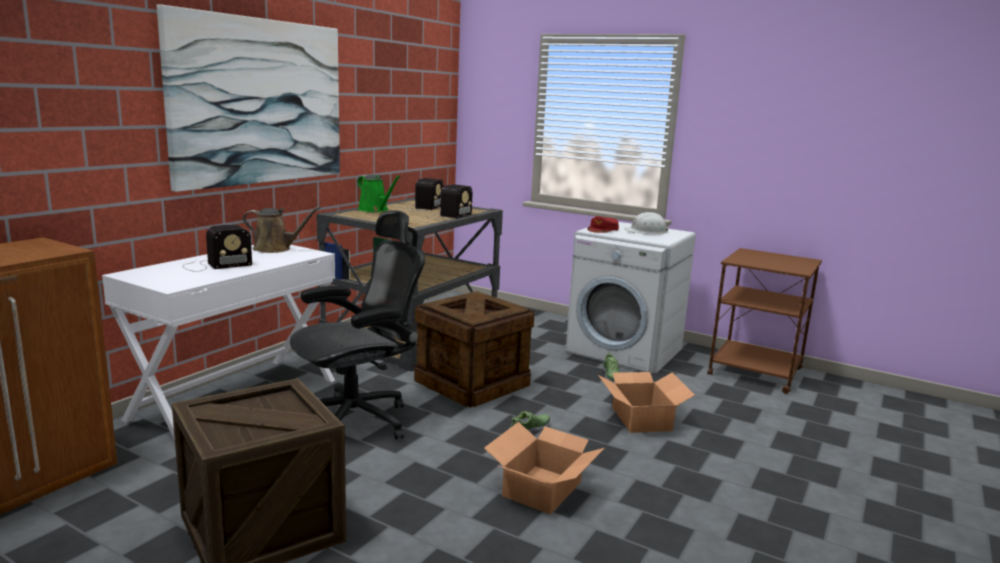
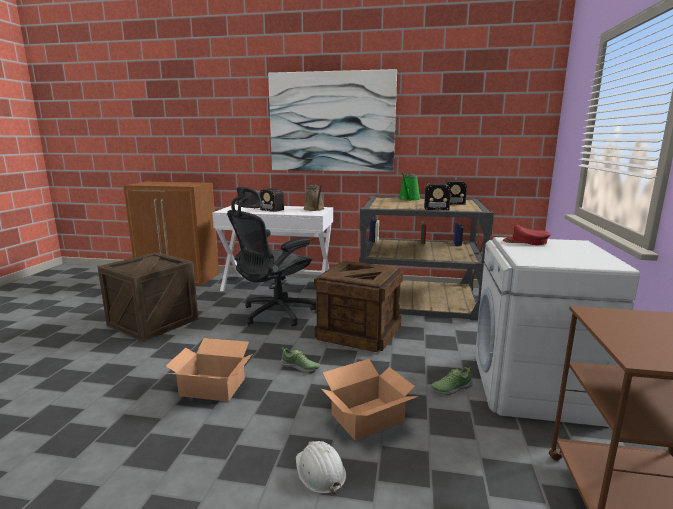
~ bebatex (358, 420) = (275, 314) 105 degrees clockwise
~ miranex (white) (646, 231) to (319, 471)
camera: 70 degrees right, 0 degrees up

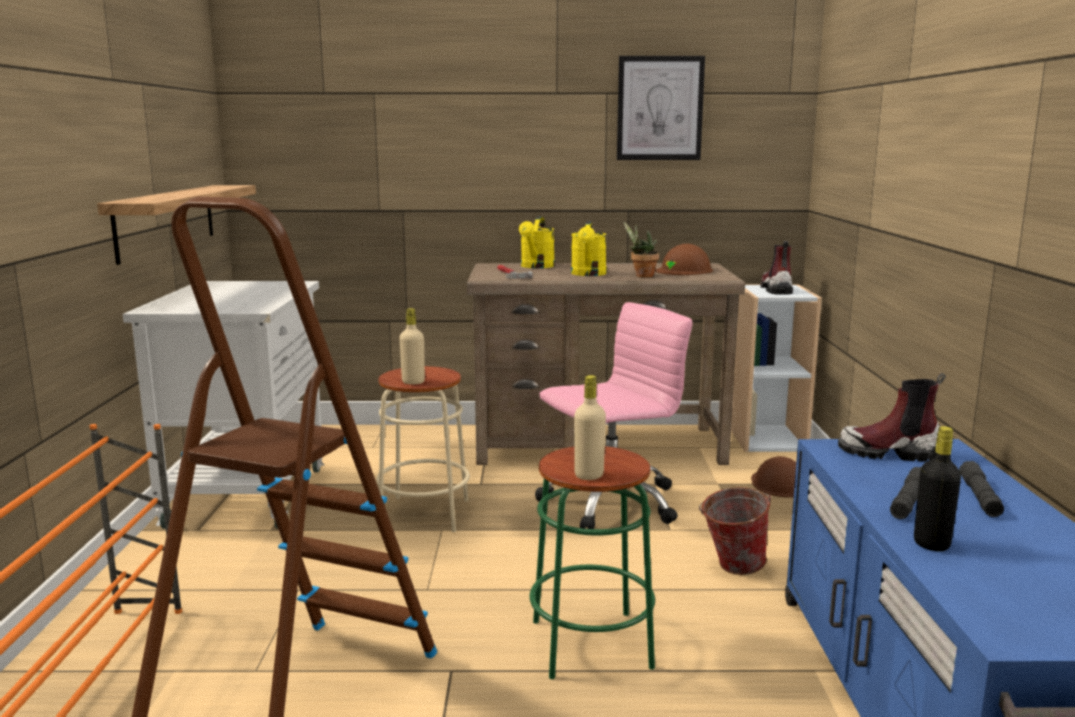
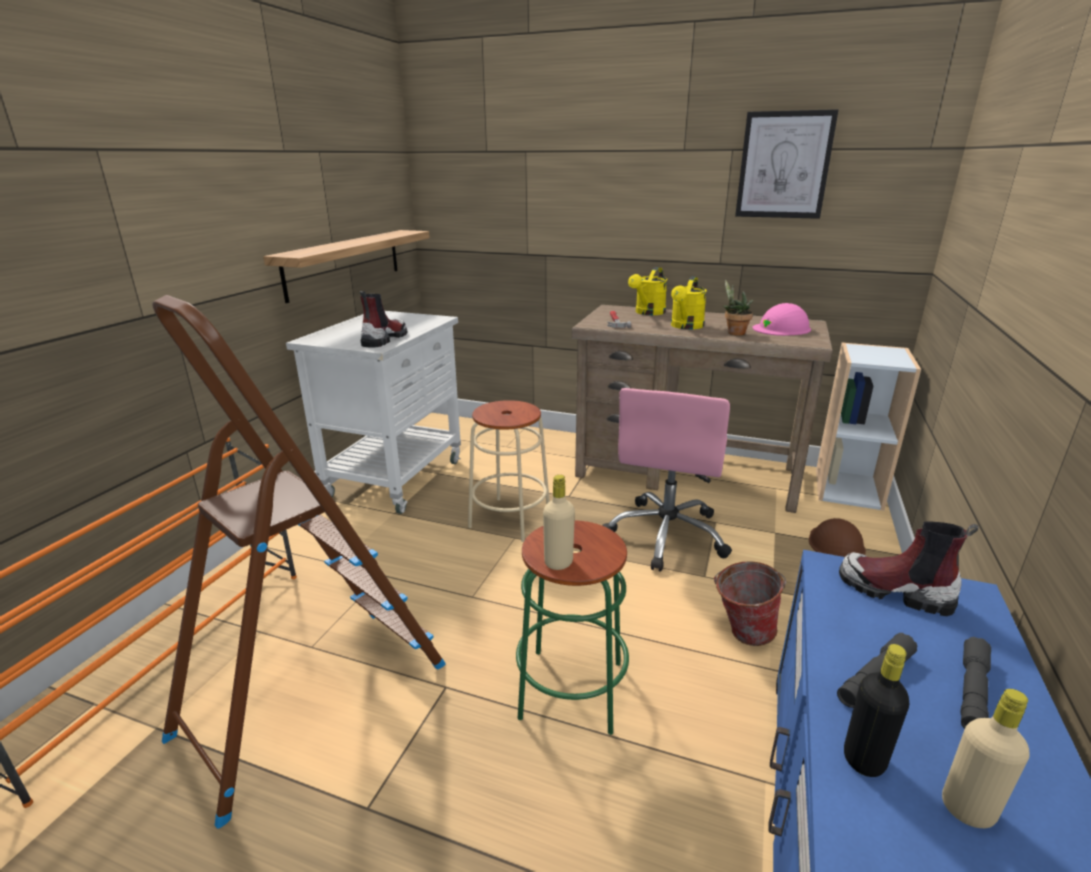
~ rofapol (775, 289) to (384, 339)
~ bebatex (pink) (610, 502) = (666, 535) 120 degrees clockwise
~ miranex (brown) (684, 270) to miranex (pink) (782, 328)
~ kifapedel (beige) (413, 382) to (967, 809)
camera: 20 degrees right, 10 degrees up

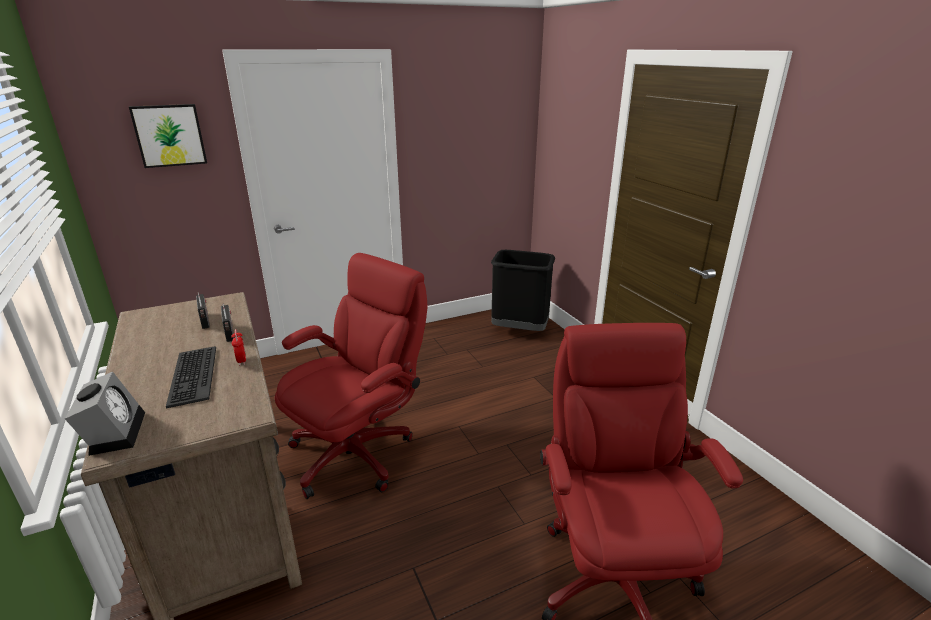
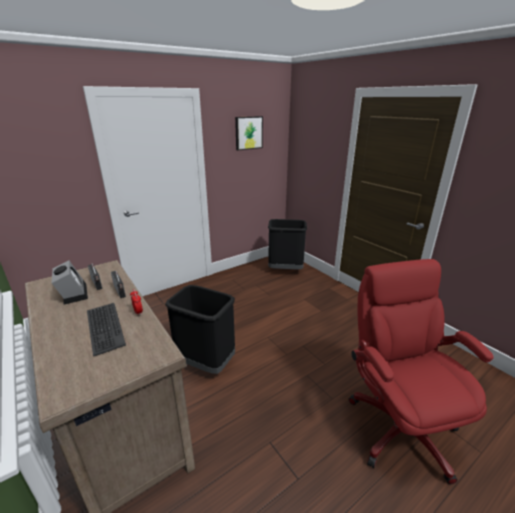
~ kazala (114, 432) to (73, 293)
~ bebatex (red) (359, 451) to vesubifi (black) (206, 363)
~ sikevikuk (169, 135) to (248, 133)
camera: 10 degrees left, 0 degrees up

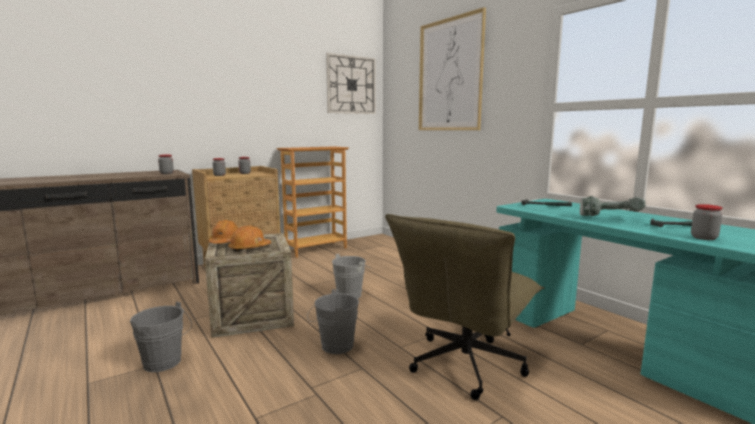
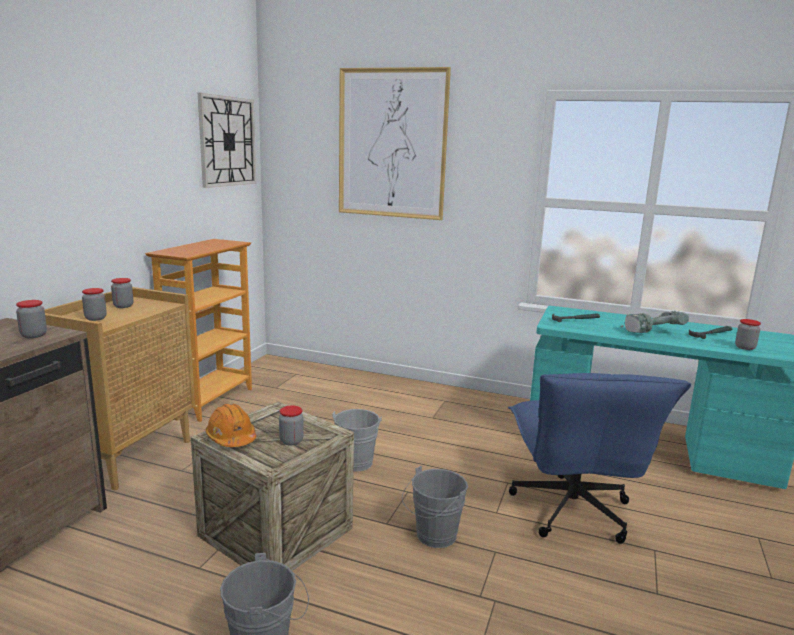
~ miranex (orange) (249, 248) to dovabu (291, 441)
~ bebatex (beige) (466, 363) to bebatex (blue) (570, 508)
camera: 35 degrees left, 5 degrees up

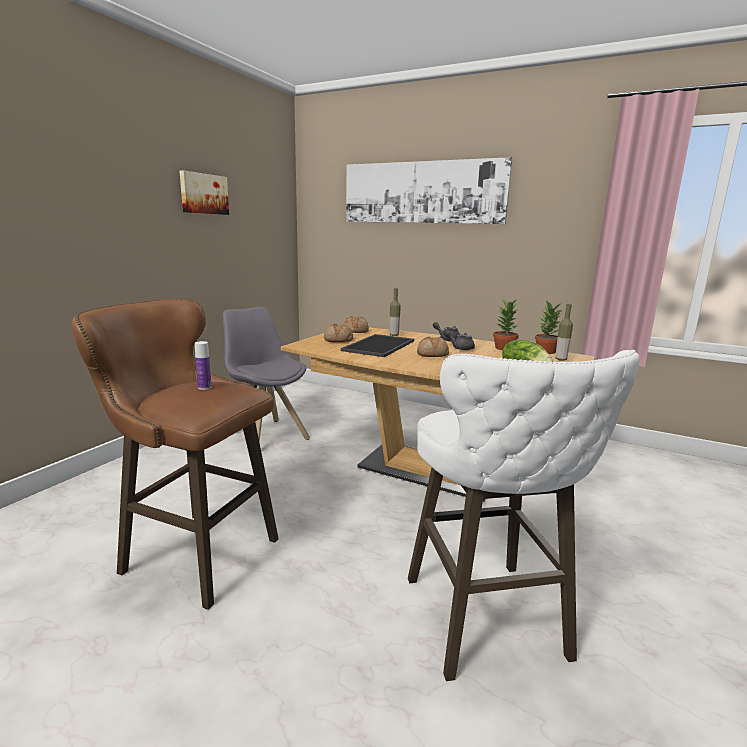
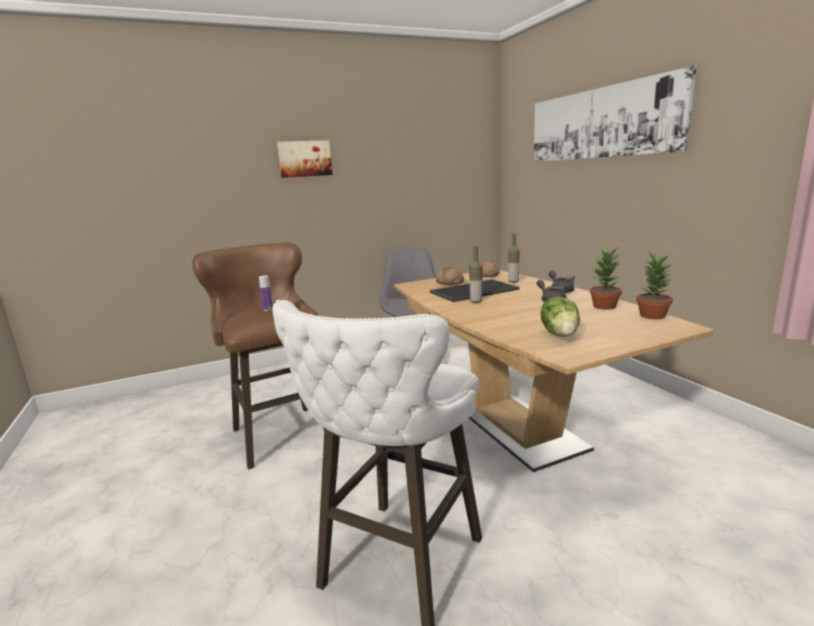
~ sikevikuk (203, 194) to (304, 159)
~ kifapedel (561, 359) to (476, 301)
- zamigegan (432, 354)
camera: 40 degrees right, 0 degrees up

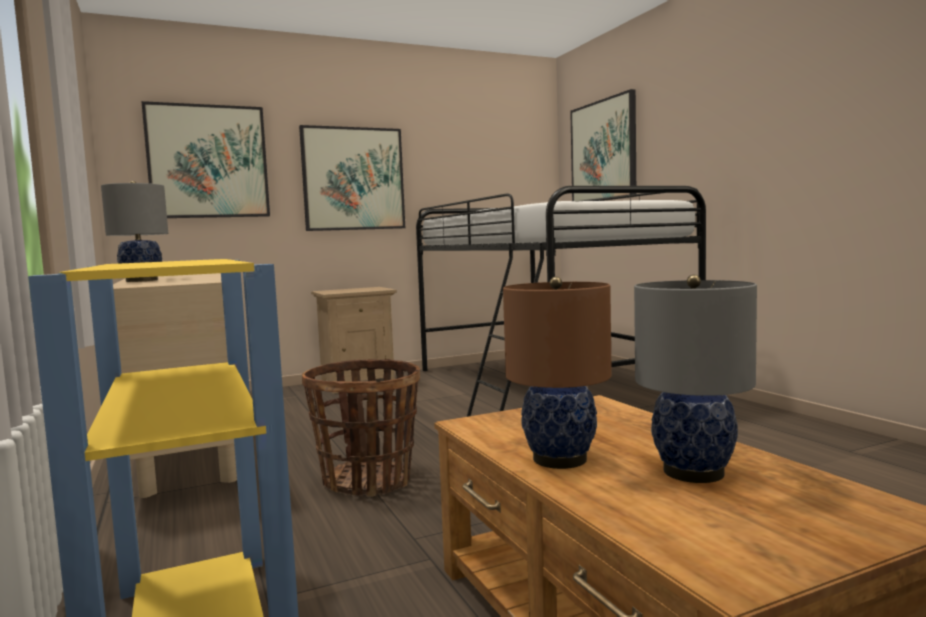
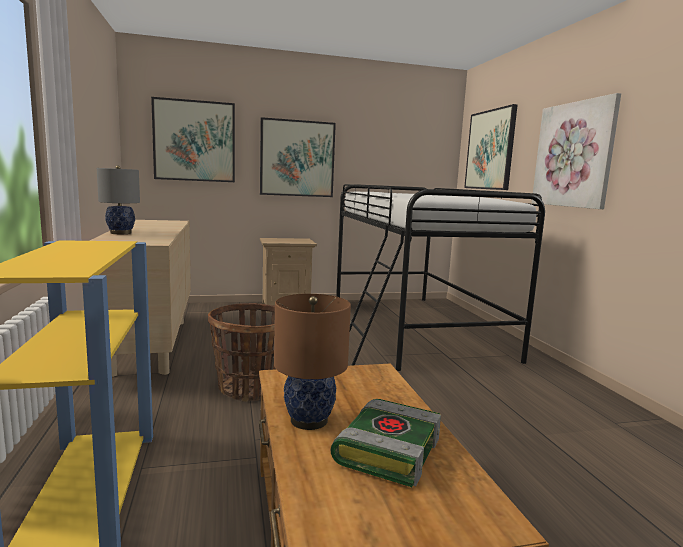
~ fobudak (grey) (693, 472) to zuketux (387, 449)
+ sikevikuk (573, 155)
camera: 10 degrees right, 5 degrees up

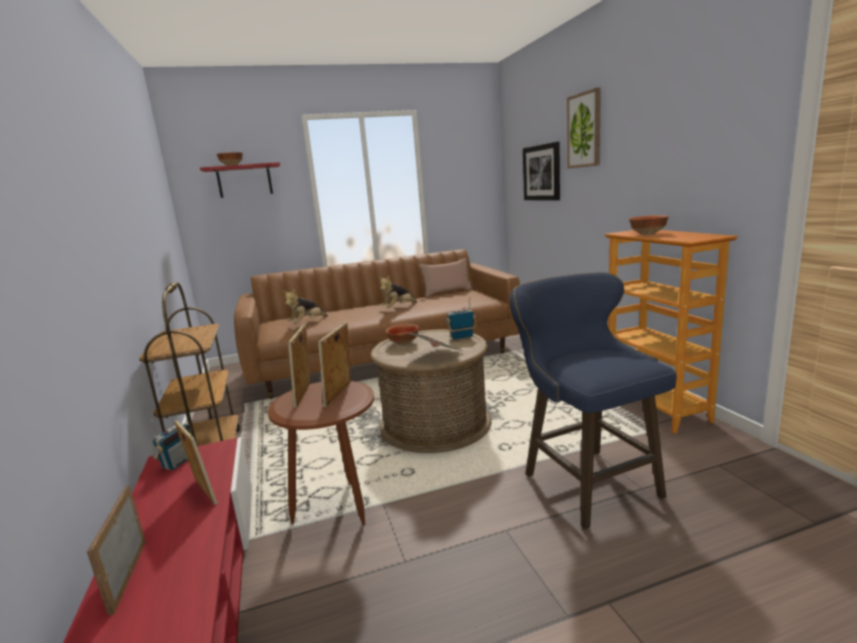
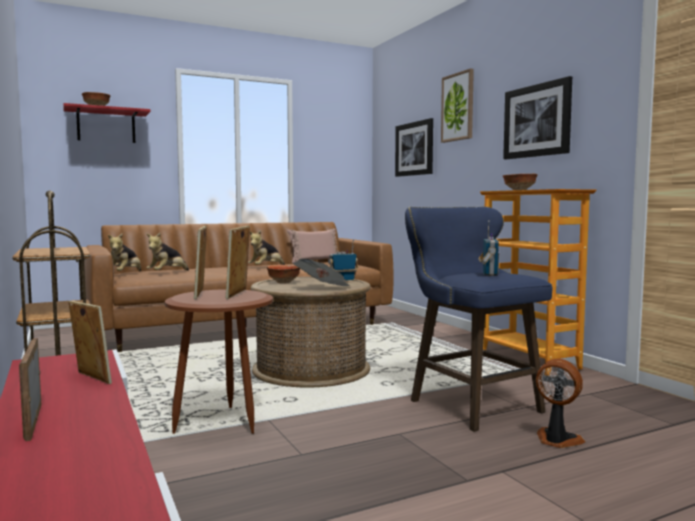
+ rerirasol (125, 274)
~ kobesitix (178, 462) to (489, 274)
+ sikevikuk (537, 121)
+ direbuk (557, 440)
camera: 10 degrees left, 10 degrees down

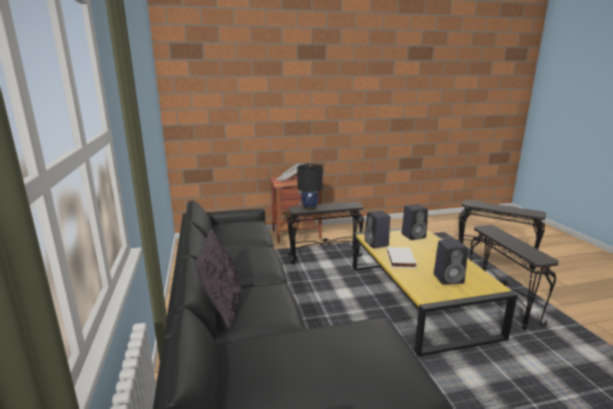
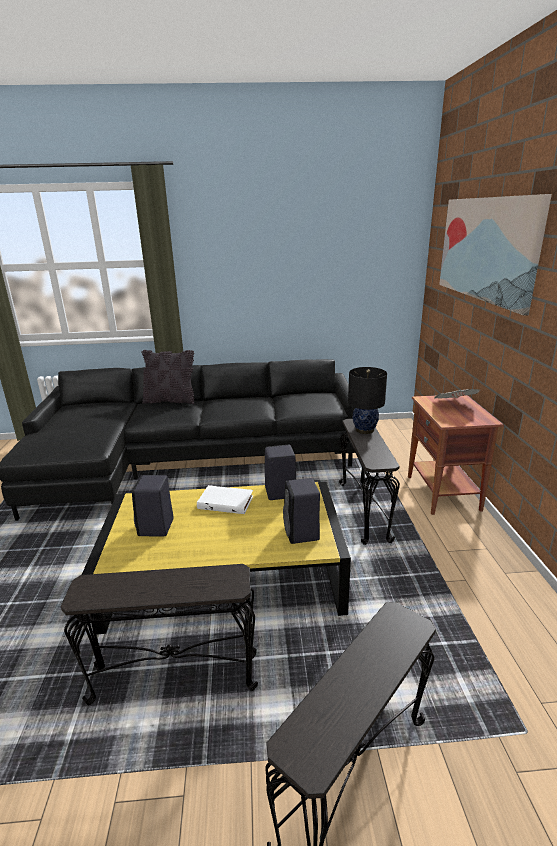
+ sikevikuk (485, 249)
camera: 100 degrees right, 5 degrees up

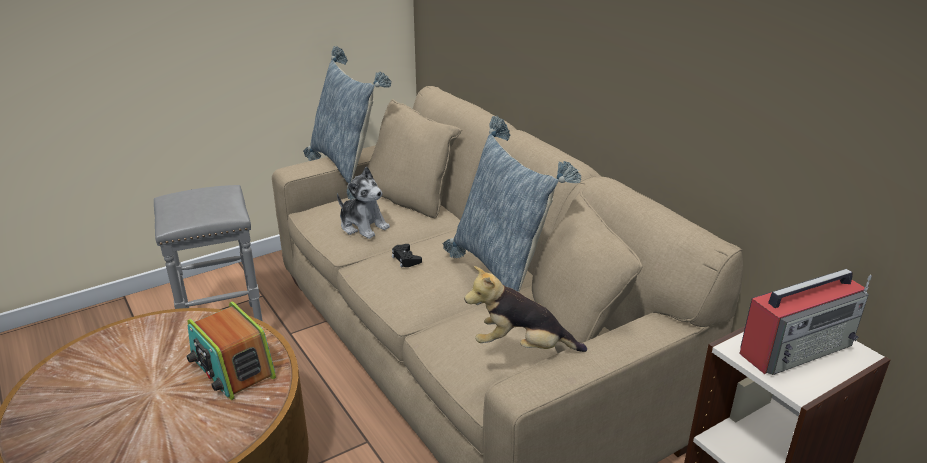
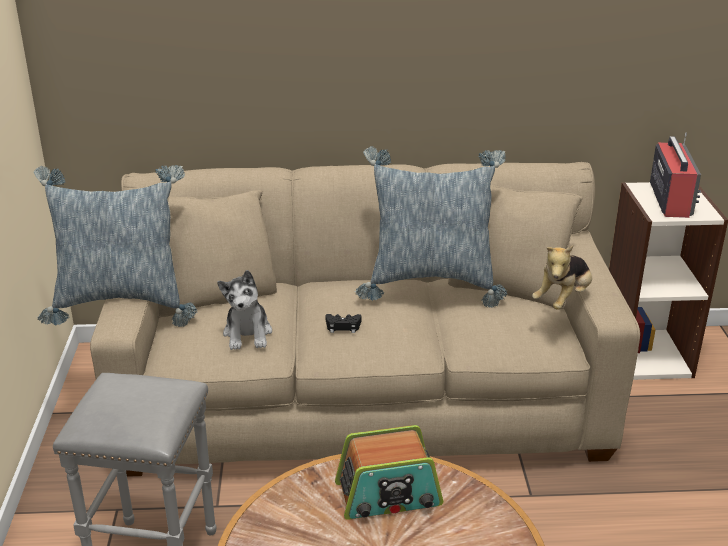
~ rerirasol (363, 226) = (248, 334) 105 degrees clockwise
camera: 60 degrees left, 0 degrees up

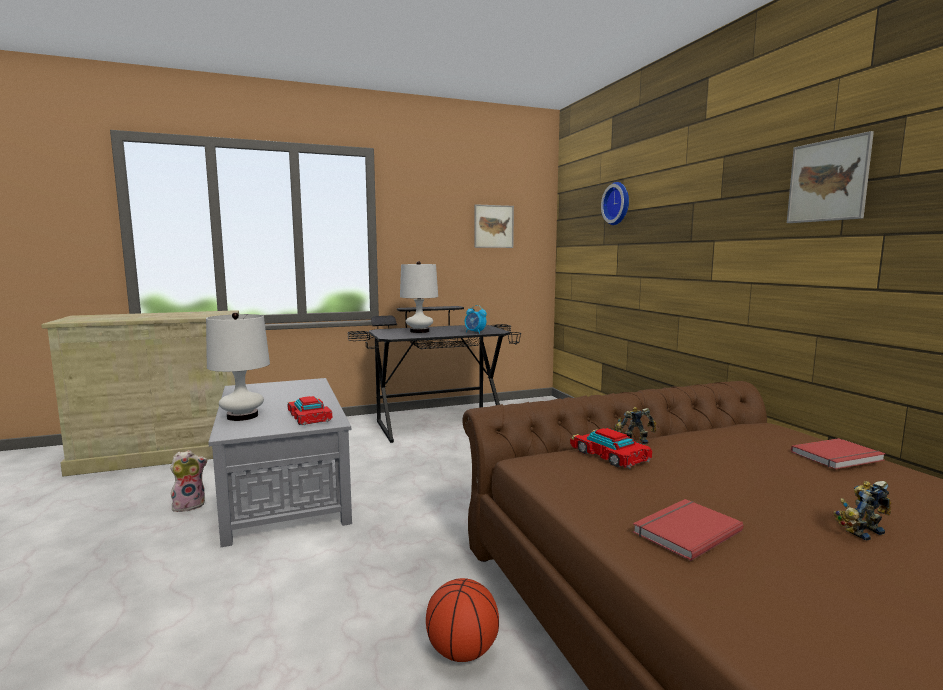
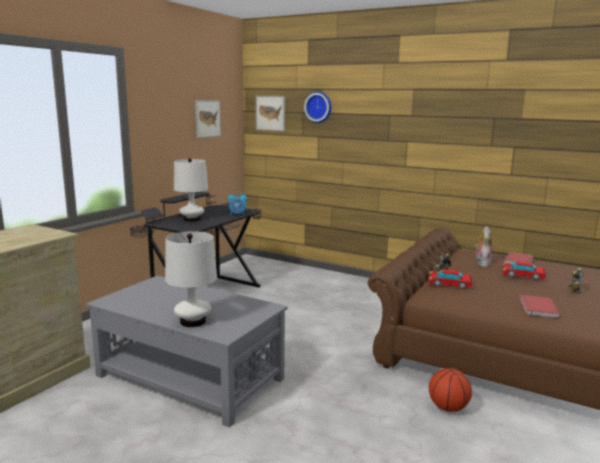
~ sikevikuk (828, 181) to (270, 113)
~ rerirasol (190, 505) to (482, 264)
~ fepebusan (309, 417) to (522, 275)
camera: 40 degrees left, 5 degrees up

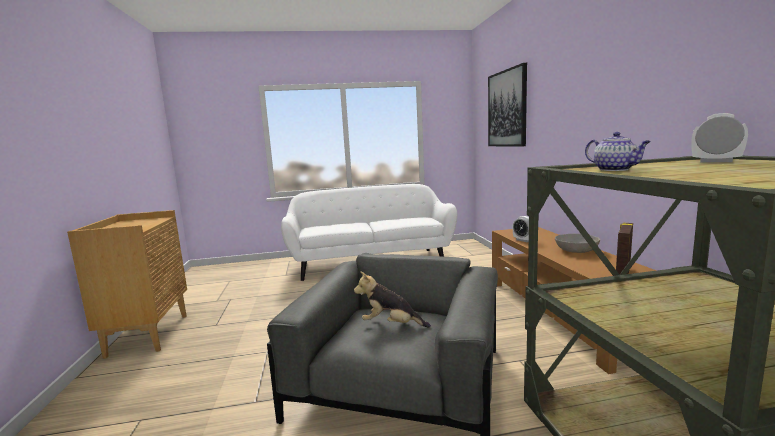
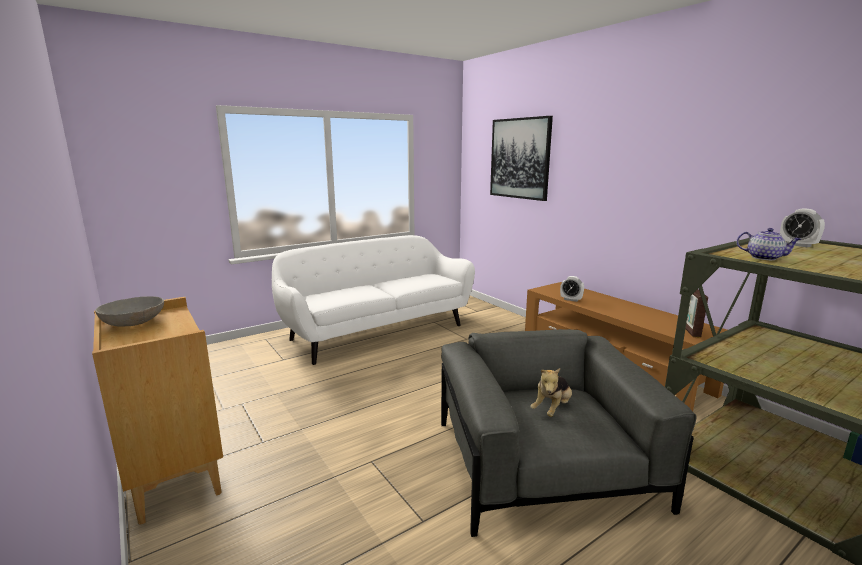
~ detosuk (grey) (576, 250) to (134, 322)
~ rerirasol (391, 325) = (552, 409) 45 degrees counterclockwise
~ kazala (715, 161) = (797, 245) 135 degrees counterclockwise
camera: 25 degrees left, 5 degrees up

